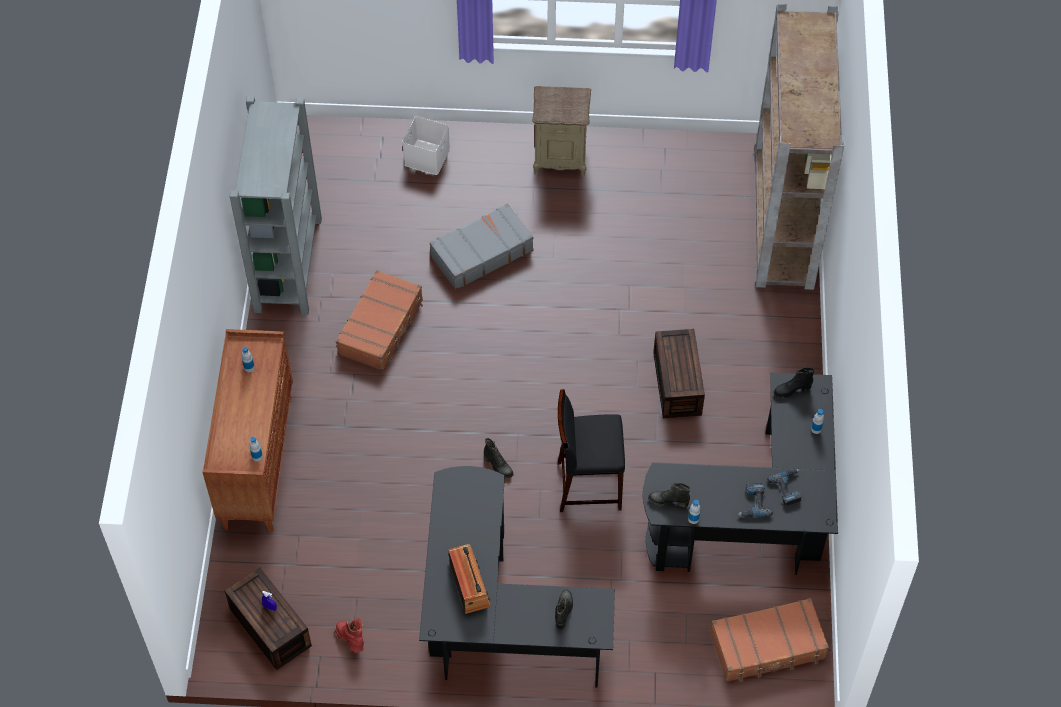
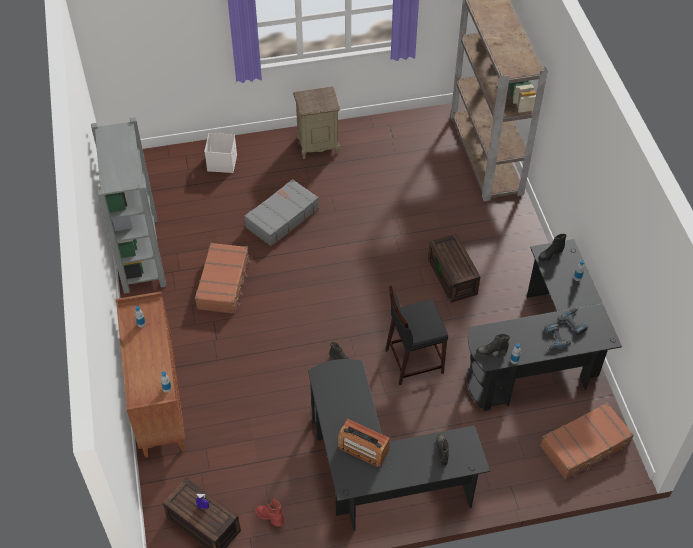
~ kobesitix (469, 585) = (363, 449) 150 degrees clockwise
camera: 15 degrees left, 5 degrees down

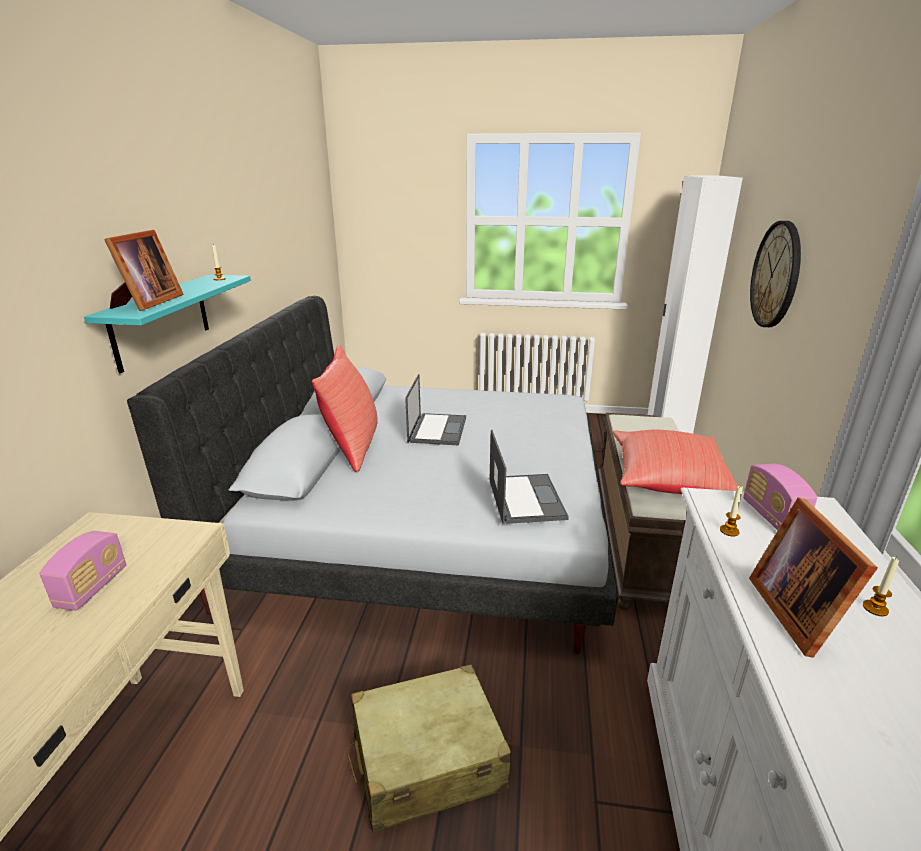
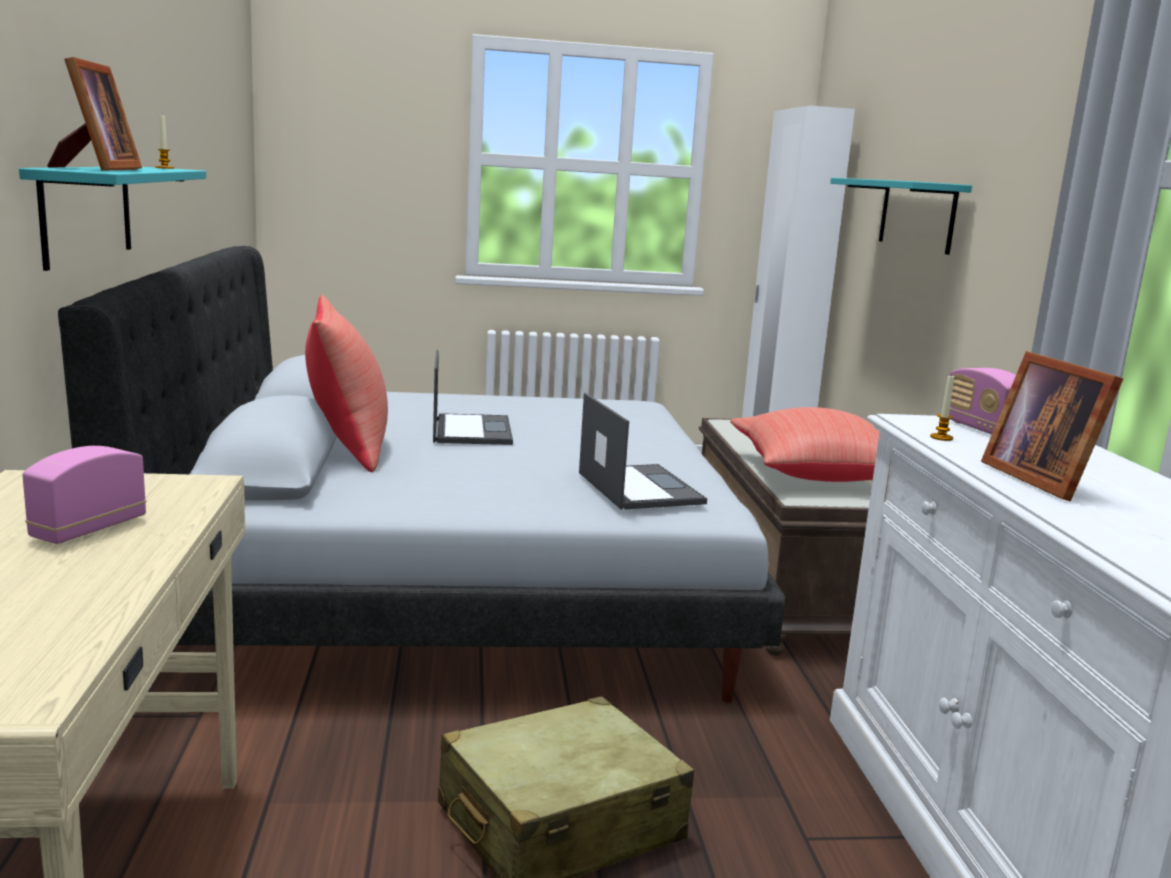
~ kobesitix (92, 588) = (89, 528) 150 degrees counterclockwise
~ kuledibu (776, 275) to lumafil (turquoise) (916, 215)
- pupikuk (875, 608)
camera: 15 degrees left, 10 degrees down

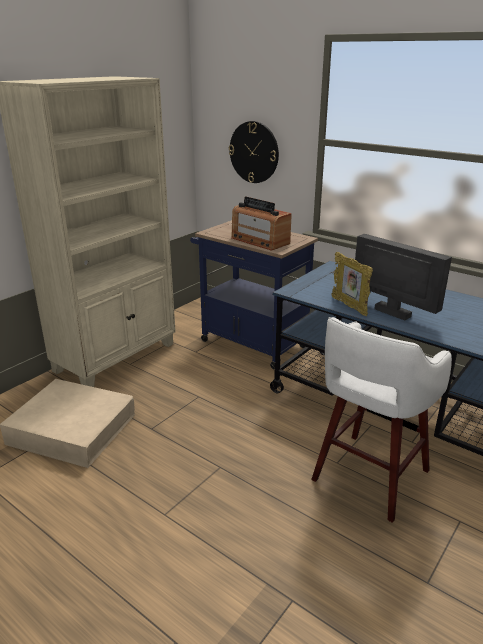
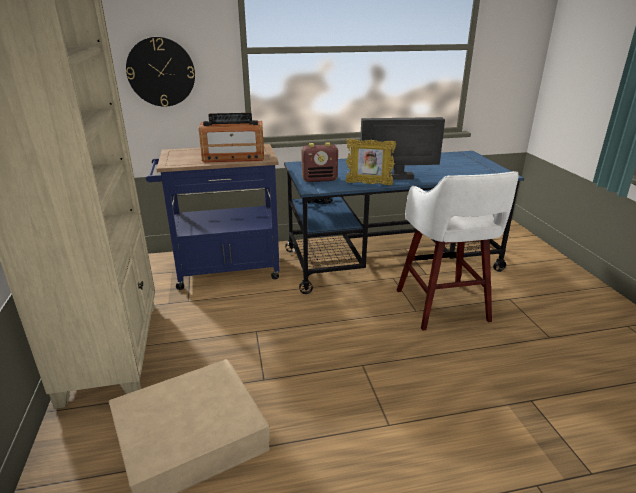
+ kobesitix (320, 179)
camera: 50 degrees left, 0 degrees up

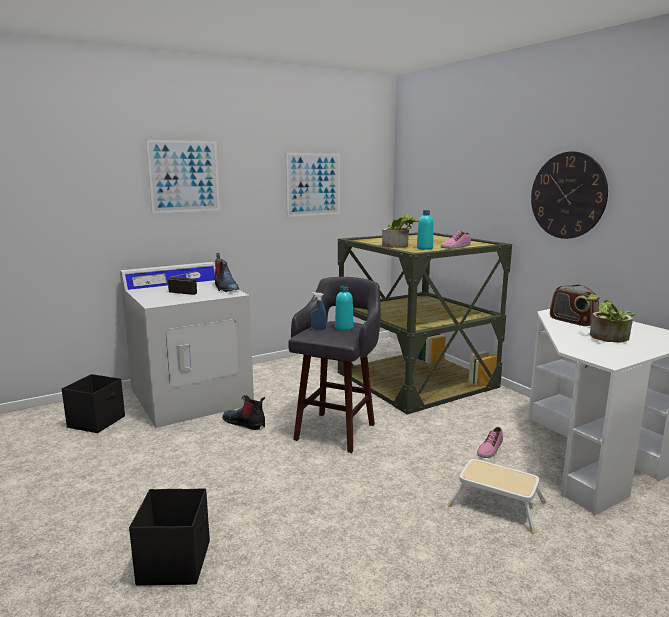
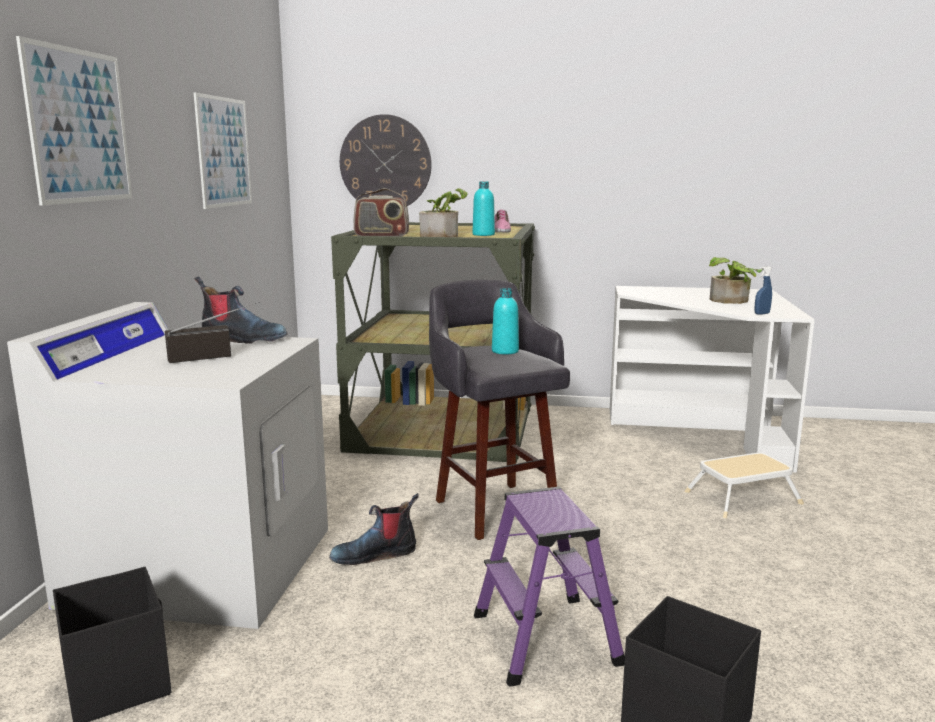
~ kuledibu (568, 195) to (385, 163)
~ kobesitix (572, 321) to (381, 236)
+ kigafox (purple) (545, 638)
~ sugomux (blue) (318, 329) to (762, 314)
- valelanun (490, 448)
camera: 50 degrees left, 0 degrees up

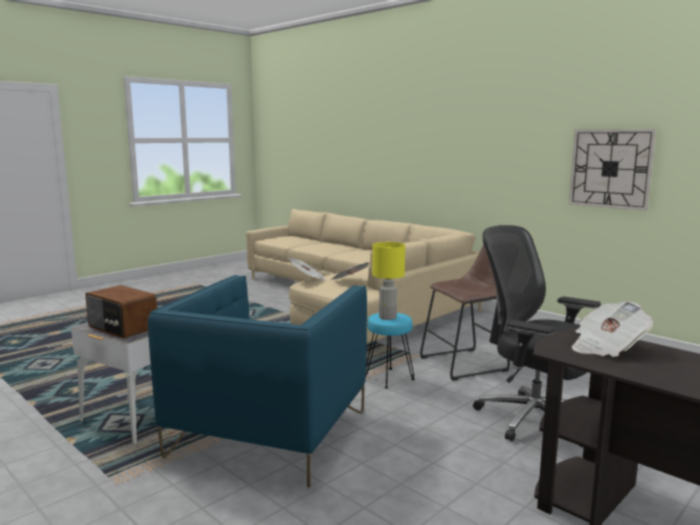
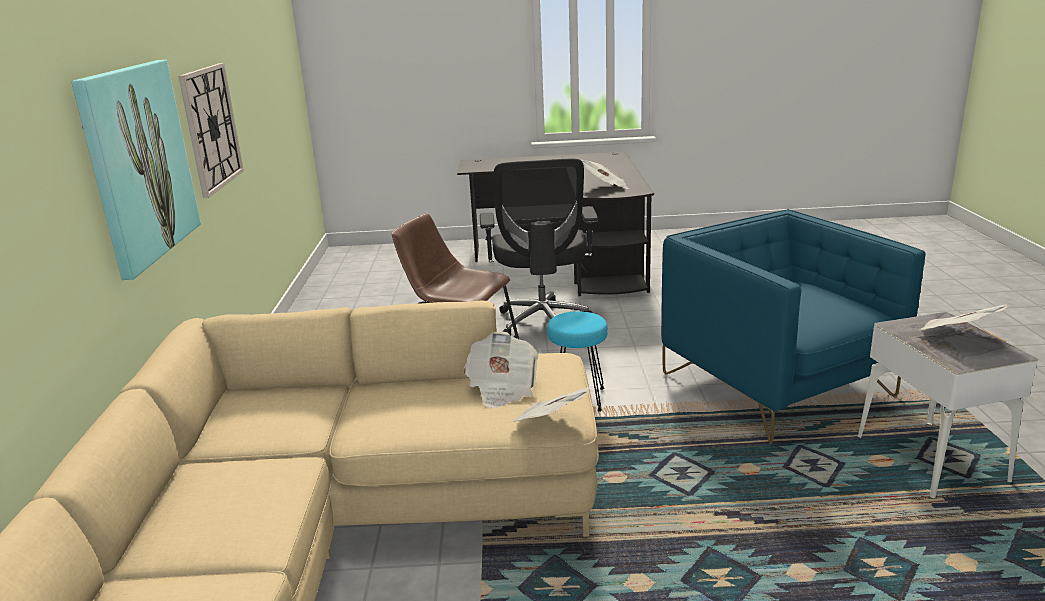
+ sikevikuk (138, 163)
~ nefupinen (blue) (270, 433) = (776, 386) 90 degrees counterclockwise
~ kobesitix (122, 328) to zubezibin (957, 336)
- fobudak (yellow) (388, 317)
camera: 135 degrees left, 10 degrees up

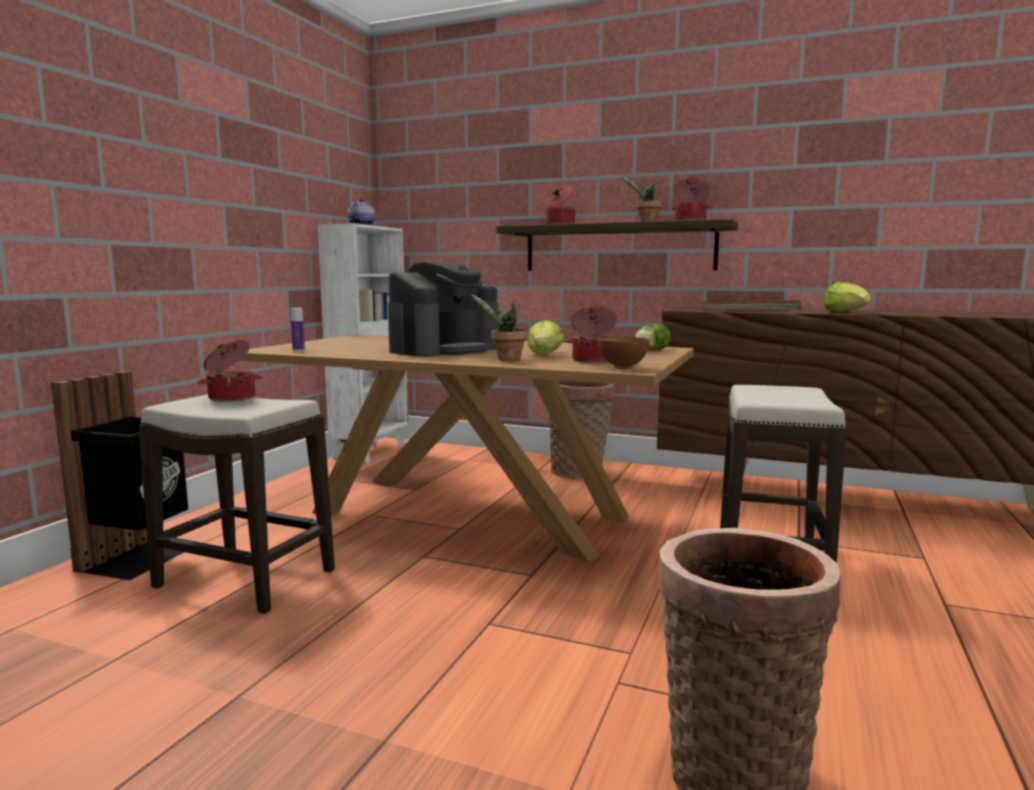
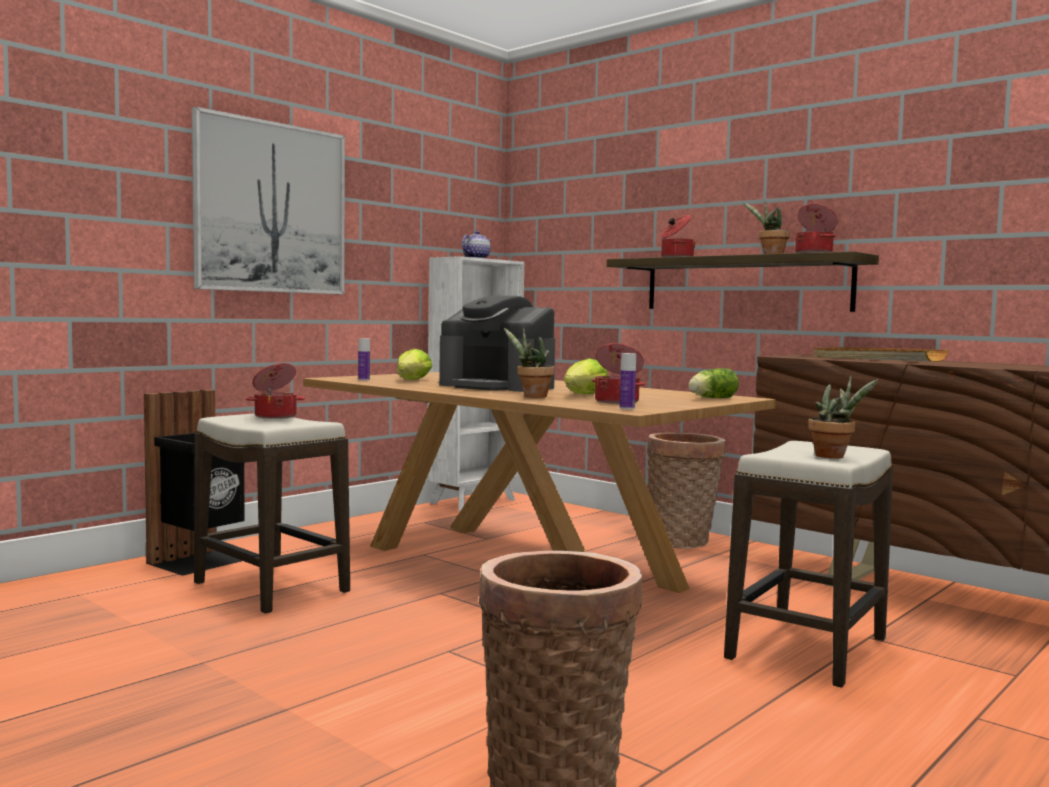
+ sikevikuk (271, 208)
~ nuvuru (847, 313) to (412, 380)
~ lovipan (444, 349) = (498, 386) 60 degrees clockwise
~ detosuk (623, 368) to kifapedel (627, 408)
+ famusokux (834, 457)
camera: 20 degrees right, 5 degrees down

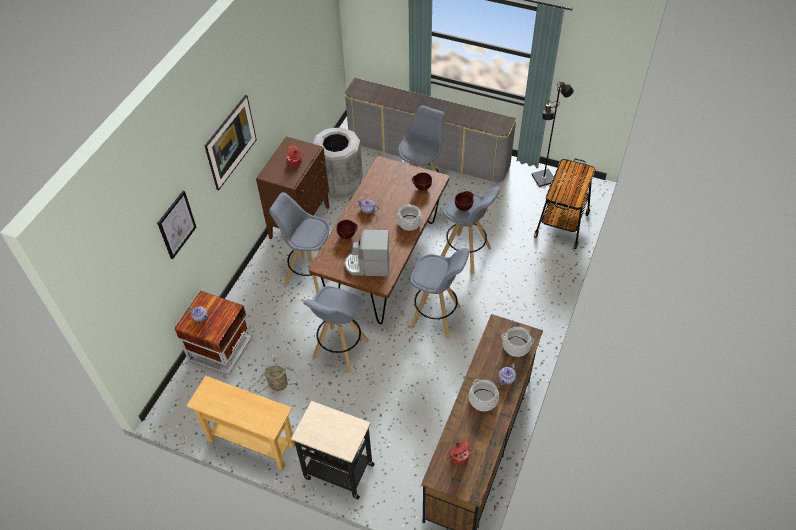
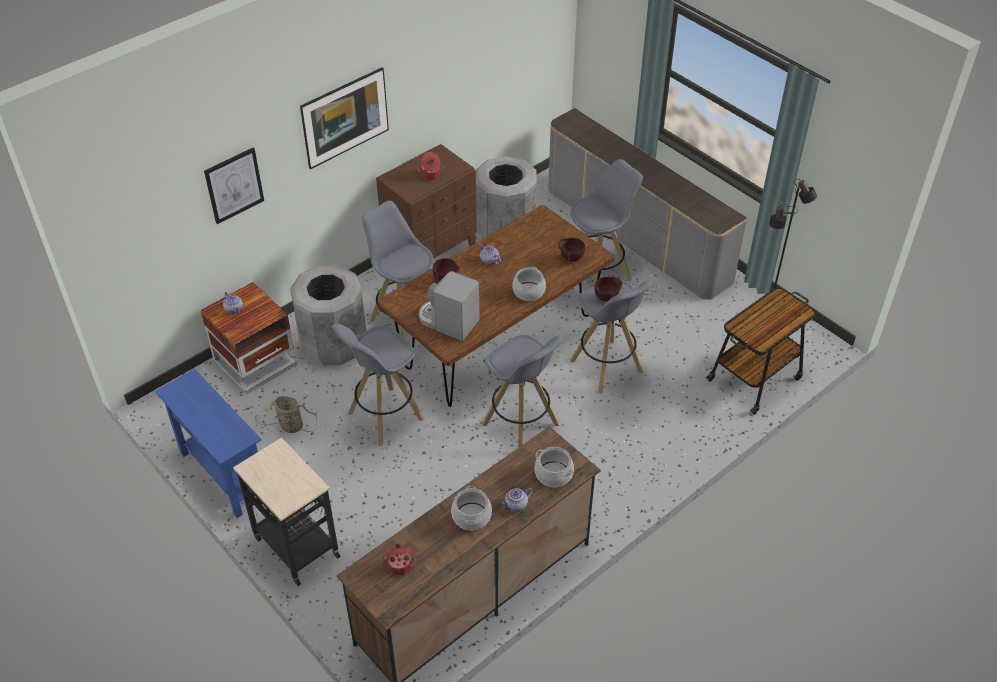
~ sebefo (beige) (251, 443) to sebefo (blue) (224, 475)
+ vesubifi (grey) (333, 345)
camera: 25 degrees right, 5 degrees down

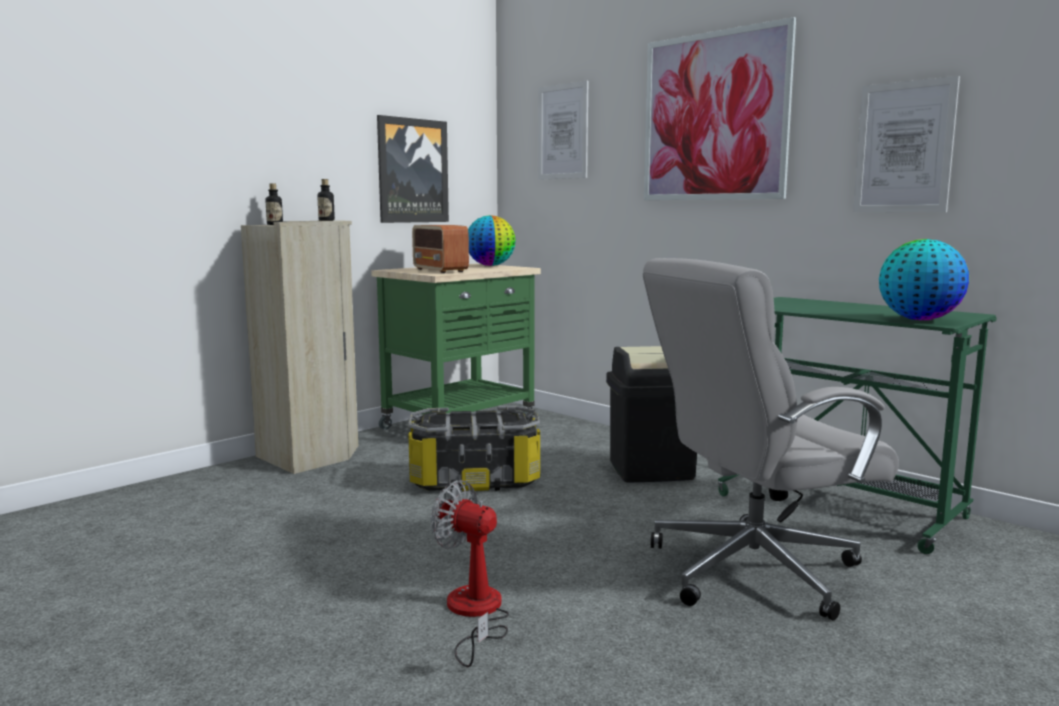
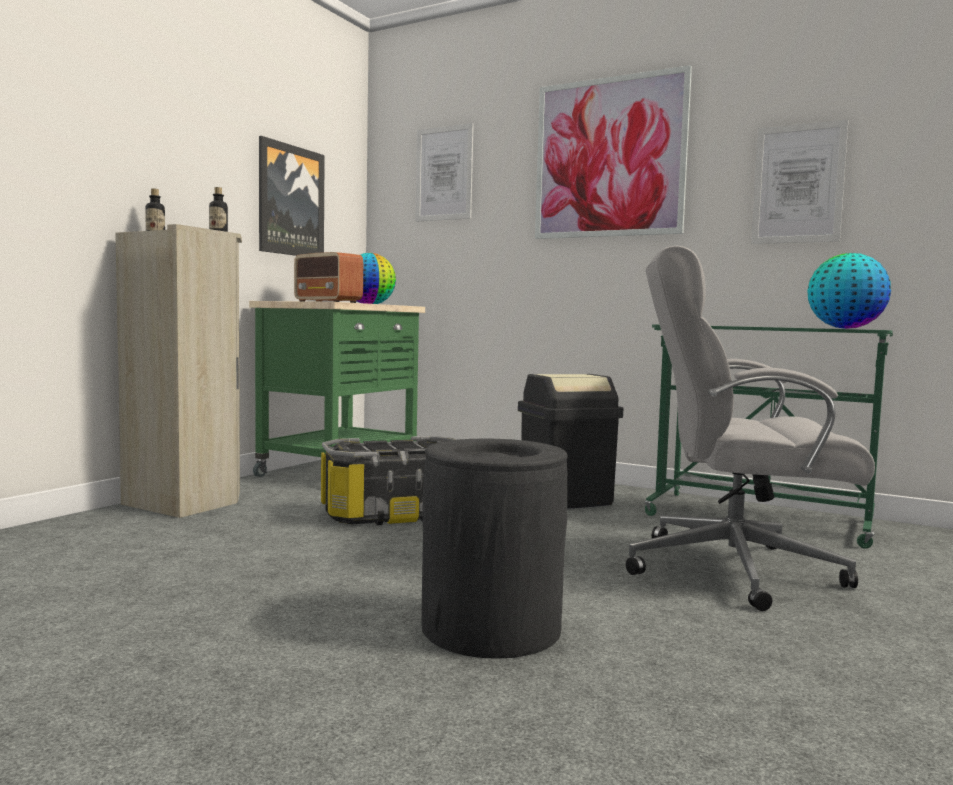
~ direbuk (474, 613) to vesubifi (black) (491, 627)
~ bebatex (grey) (754, 569) = (734, 569) 45 degrees clockwise
camera: 15 degrees left, 5 degrees down

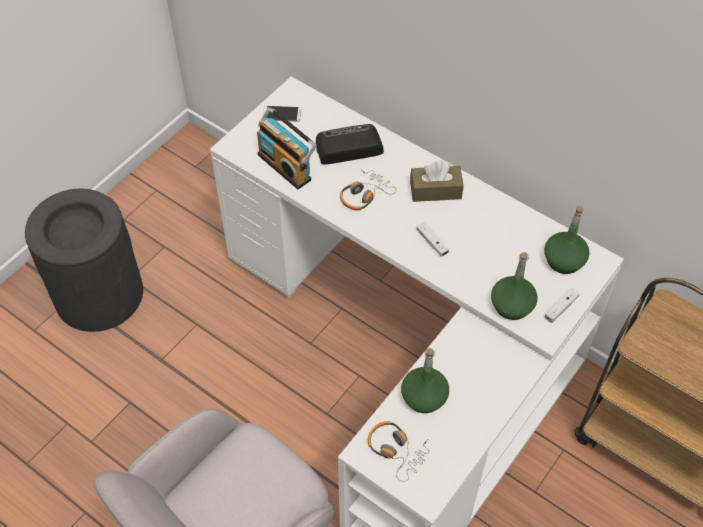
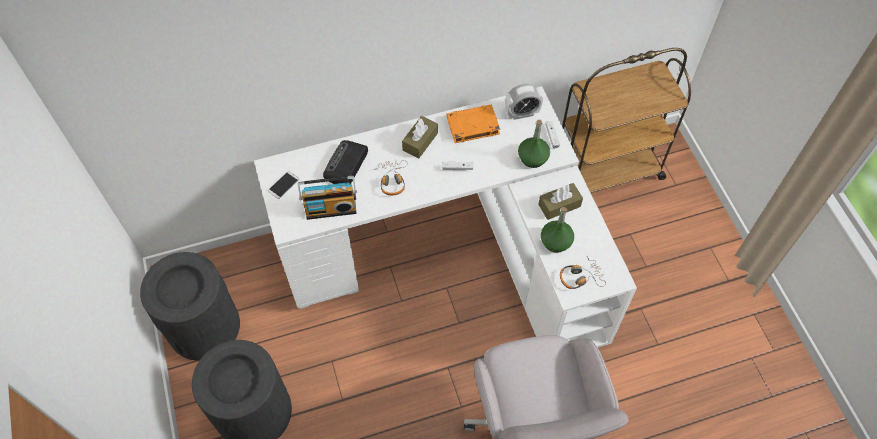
+ vesubifi (black) (204, 326)
+ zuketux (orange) (472, 126)
~ kifapedel (green) (564, 260) to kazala (522, 113)
+ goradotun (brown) (559, 205)
camera: 55 degrees left, 5 degrees up

